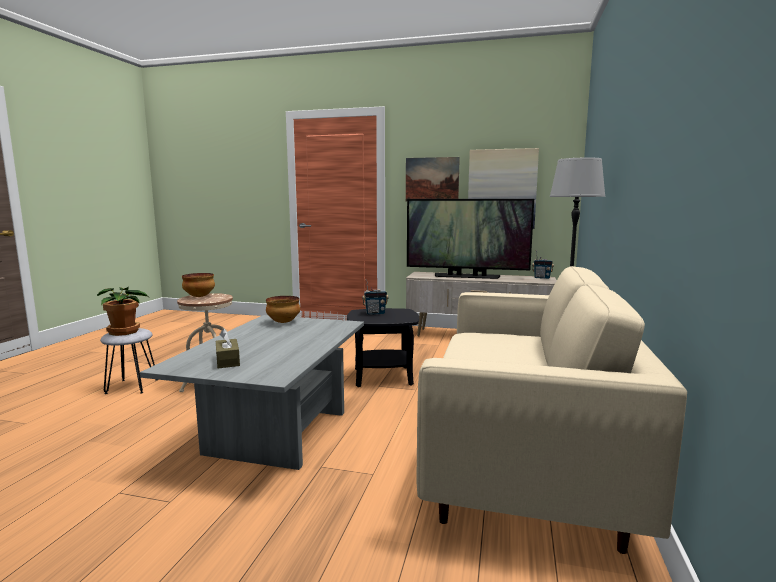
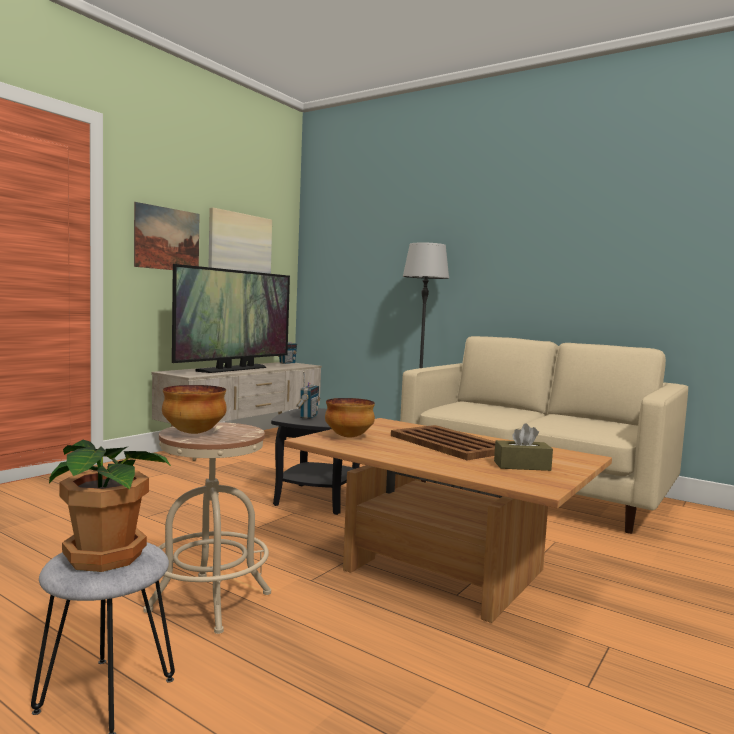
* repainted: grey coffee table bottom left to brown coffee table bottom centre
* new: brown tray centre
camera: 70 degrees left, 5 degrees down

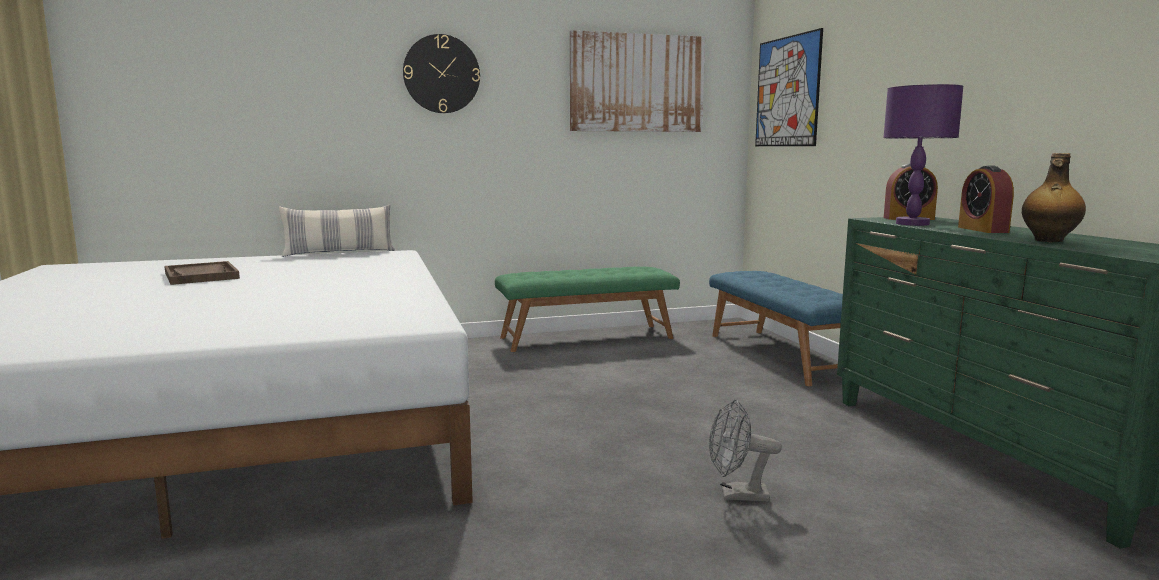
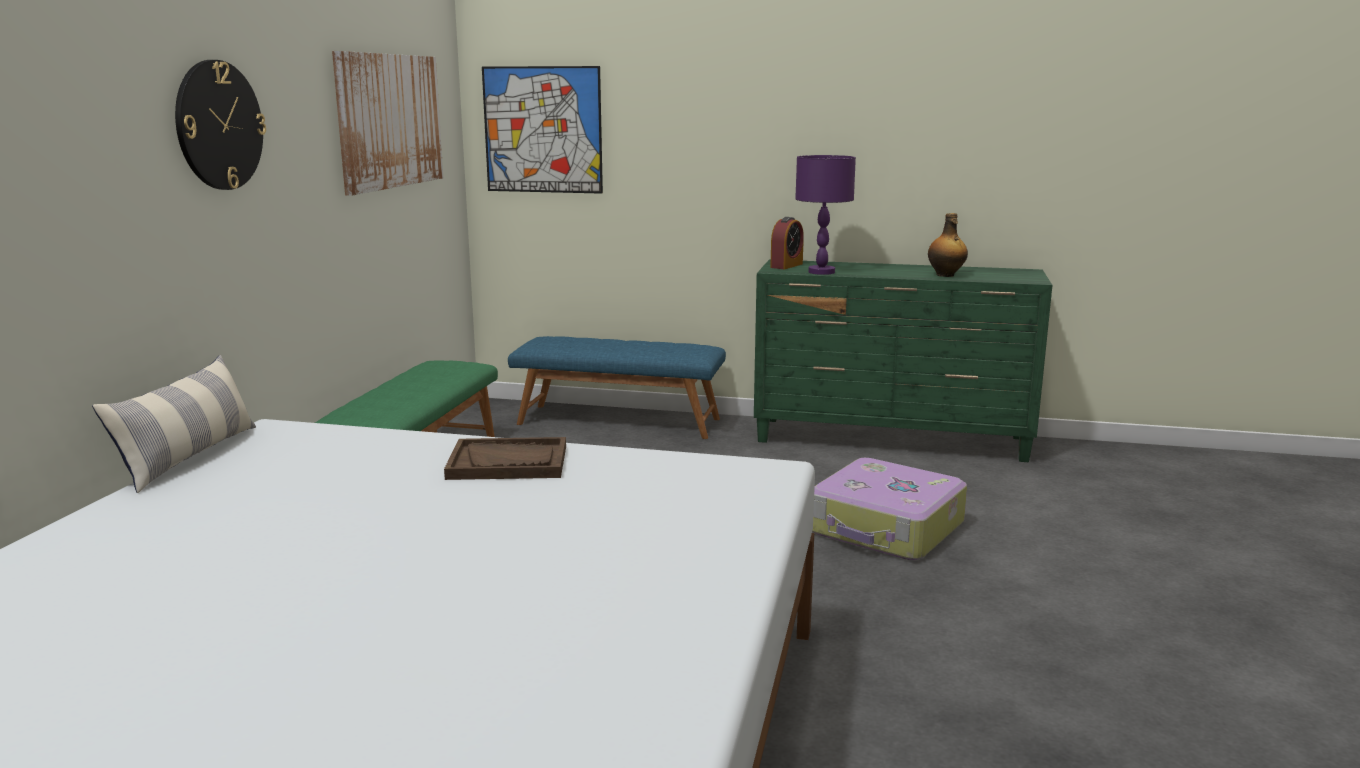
* gone: alarm clock (no. 2 from left) middle right
* shifted: brown tray middle left to centre
* swapped: grey fan bottom centre to suitcase centre
camera: 60 degrees left, 5 degrees up

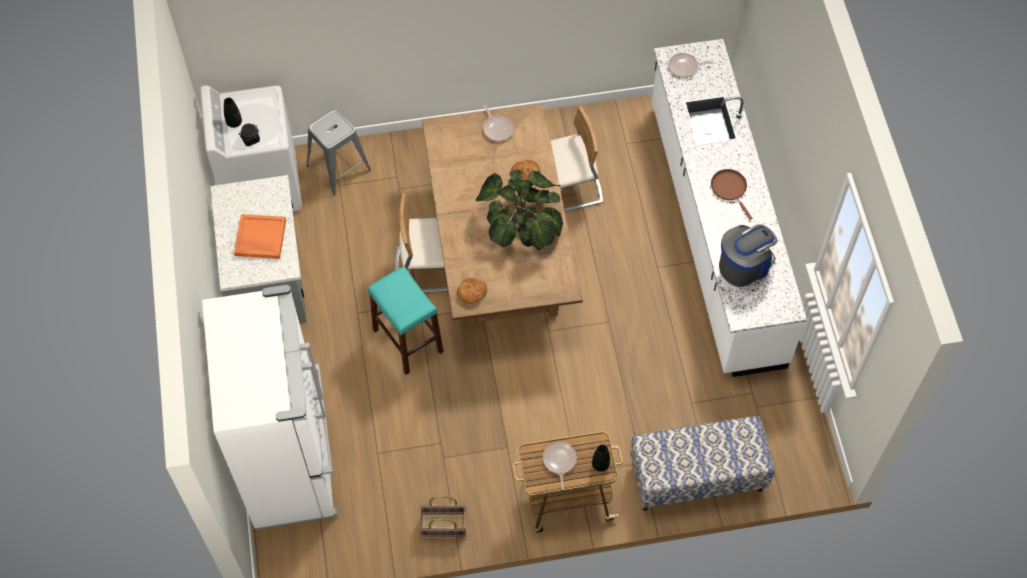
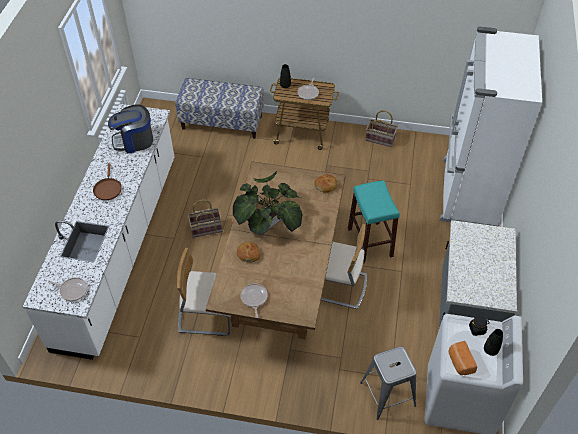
* gone: orange tray middle left
* new: basket (no. 1 from left) centre
* new: bread (no. 3 from left) bottom right
camera: 160 degrees left, 10 degrees down

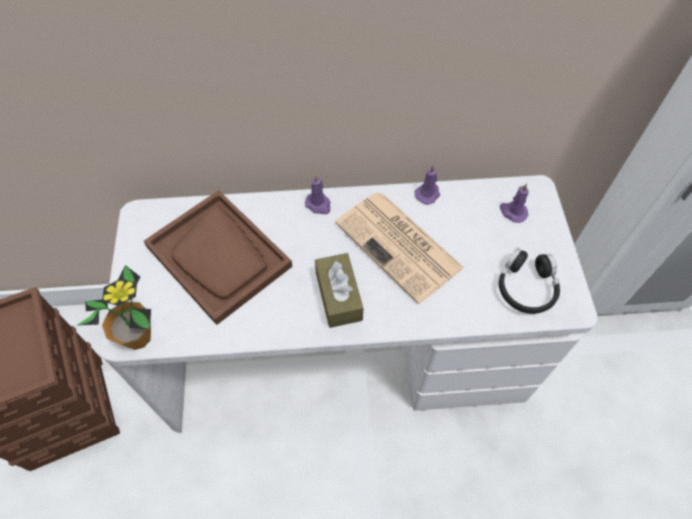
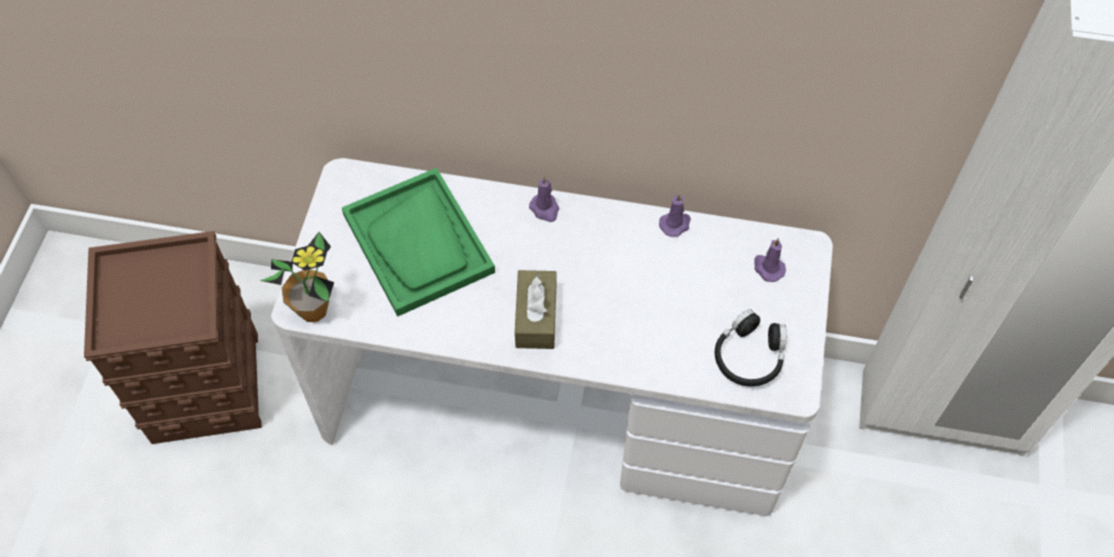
* repainted: brown tray middle left to green tray centre
* gone: newspaper centre
camera: 15 degrees right, 0 degrees up

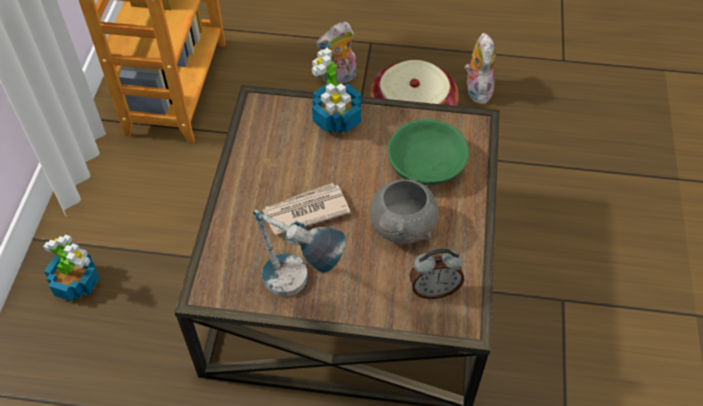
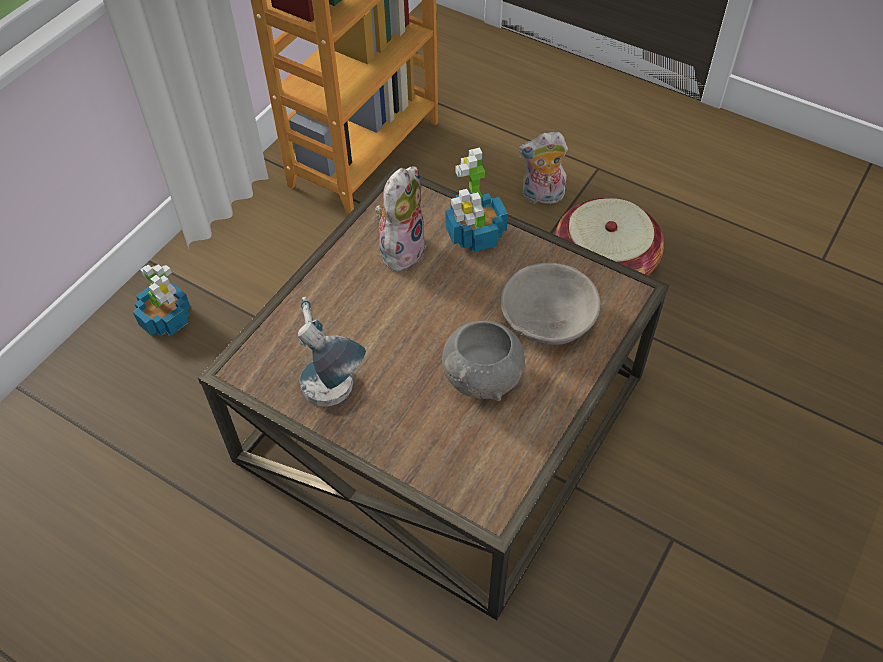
* shifted: plush toy (no. 2 from left in the first image) top right to plush toy (no. 1 from left) top centre
* repainted: green bowl centre to grey bowl (no. 2 from left) centre
* gone: newspaper centre
* gone: alarm clock bottom centre
camera: 25 degrees right, 0 degrees up

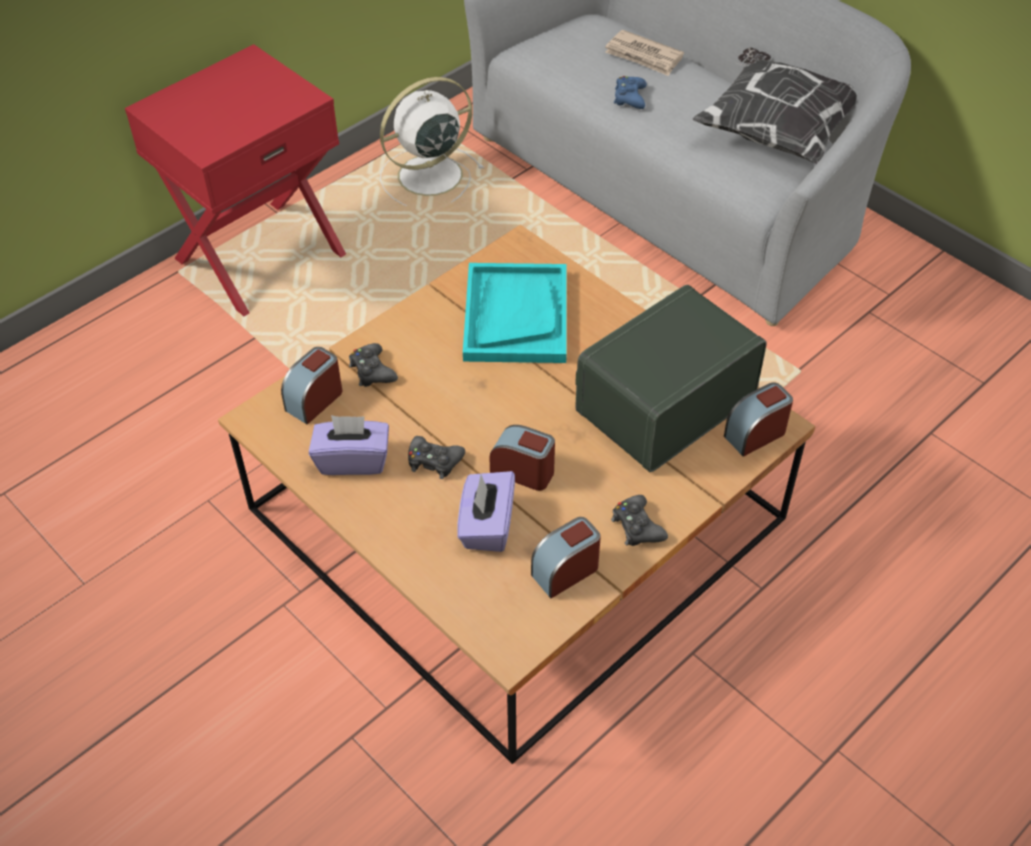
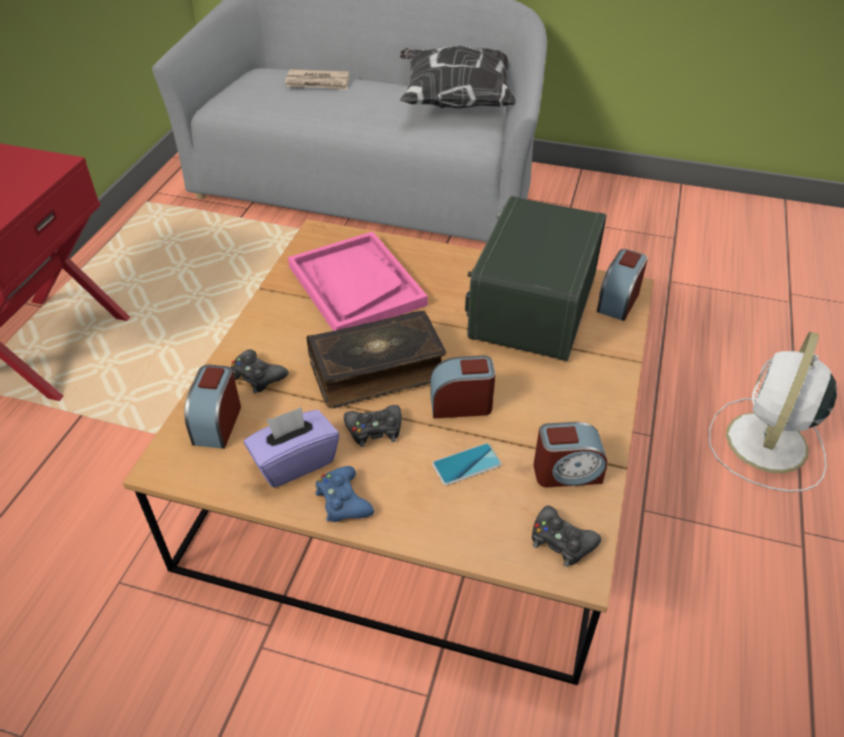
* shifted: blue game controller top centre to bottom centre
* shifted: white fan top centre to middle right
* repainted: turquoise tray centre to pink tray centre
* swapped: purple tissue box (no. 2 from left) centre to phone centre
* shifted: black game controller (no. 3 from left) centre to bottom right
* rotated: alarm clock (no. 3 from left) centre = middle right 120 degrees counterclockwise
* new: book centre
camera: 30 degrees left, 5 degrees down

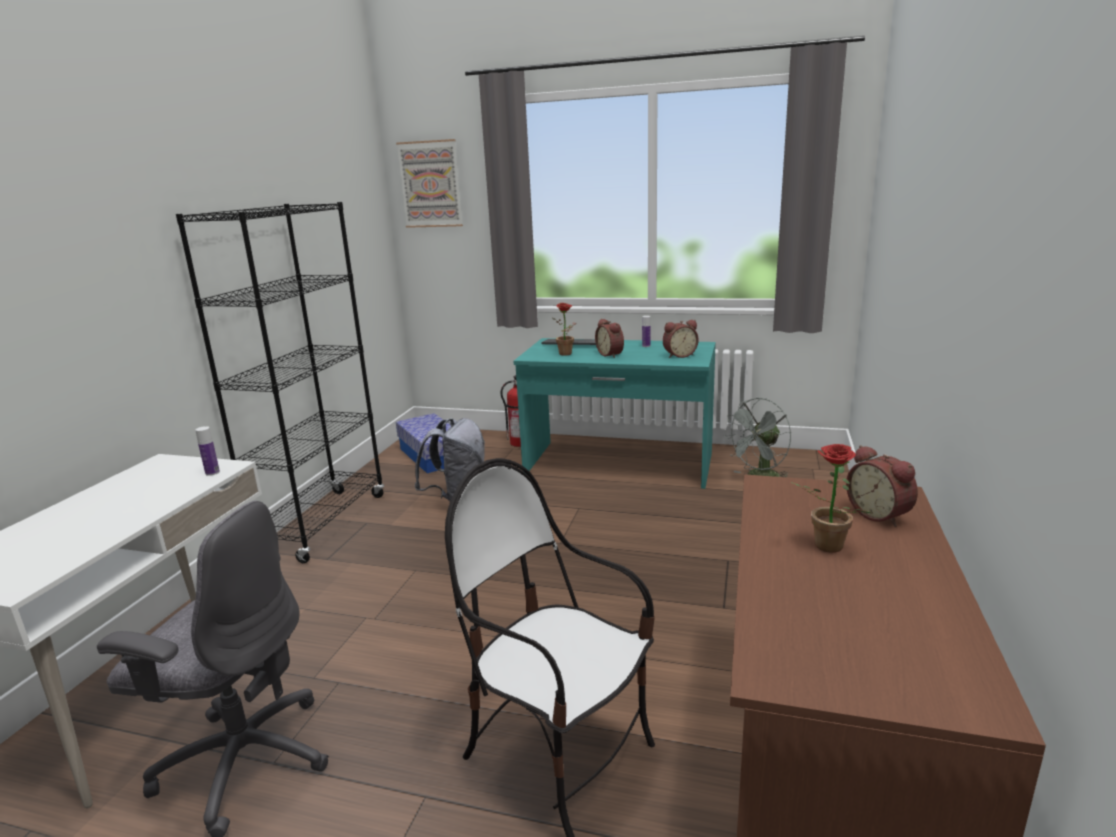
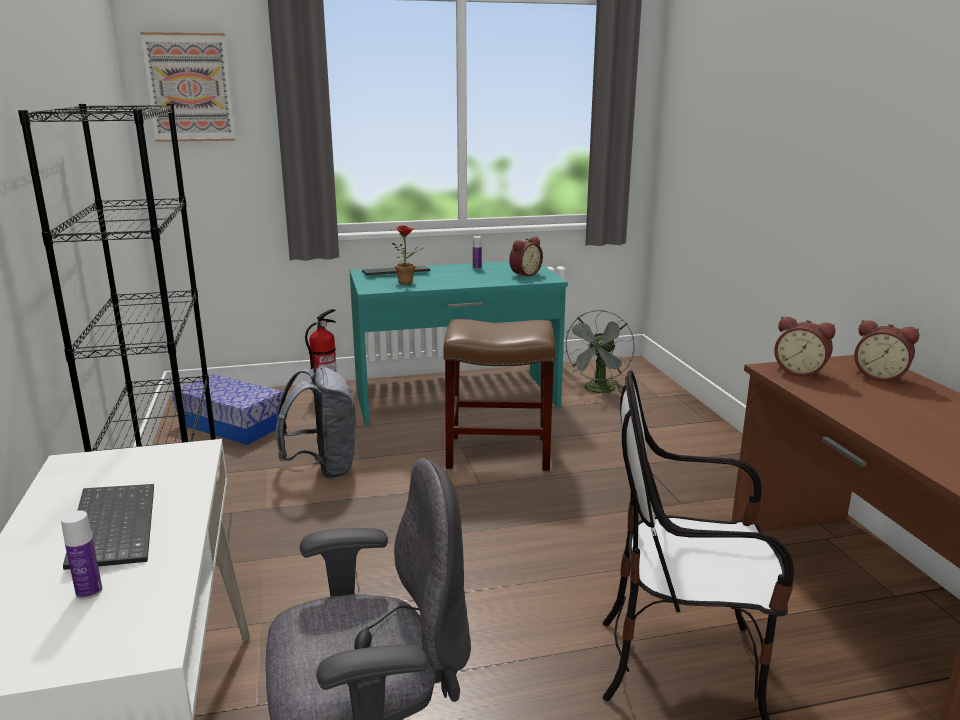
* shifted: alarm clock (no. 1 from left in the first image) centre to alarm clock (no. 2 from left) middle right
* shifted: bottle (no. 1 from left) middle left to bottom left
* gone: potted plant (no. 2 from left) middle right
* new: brown stool centre
* new: keyboard (no. 1 from left) bottom left
camera: 30 degrees left, 0 degrees up

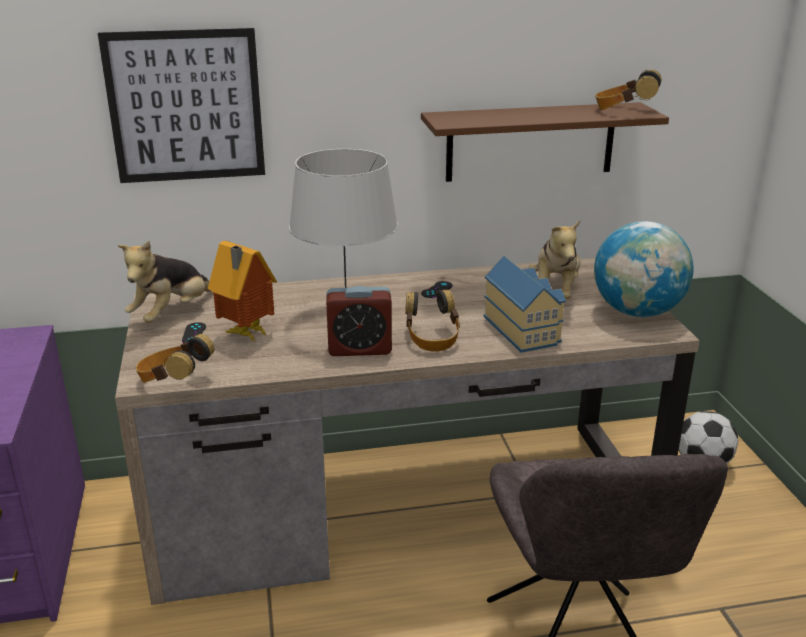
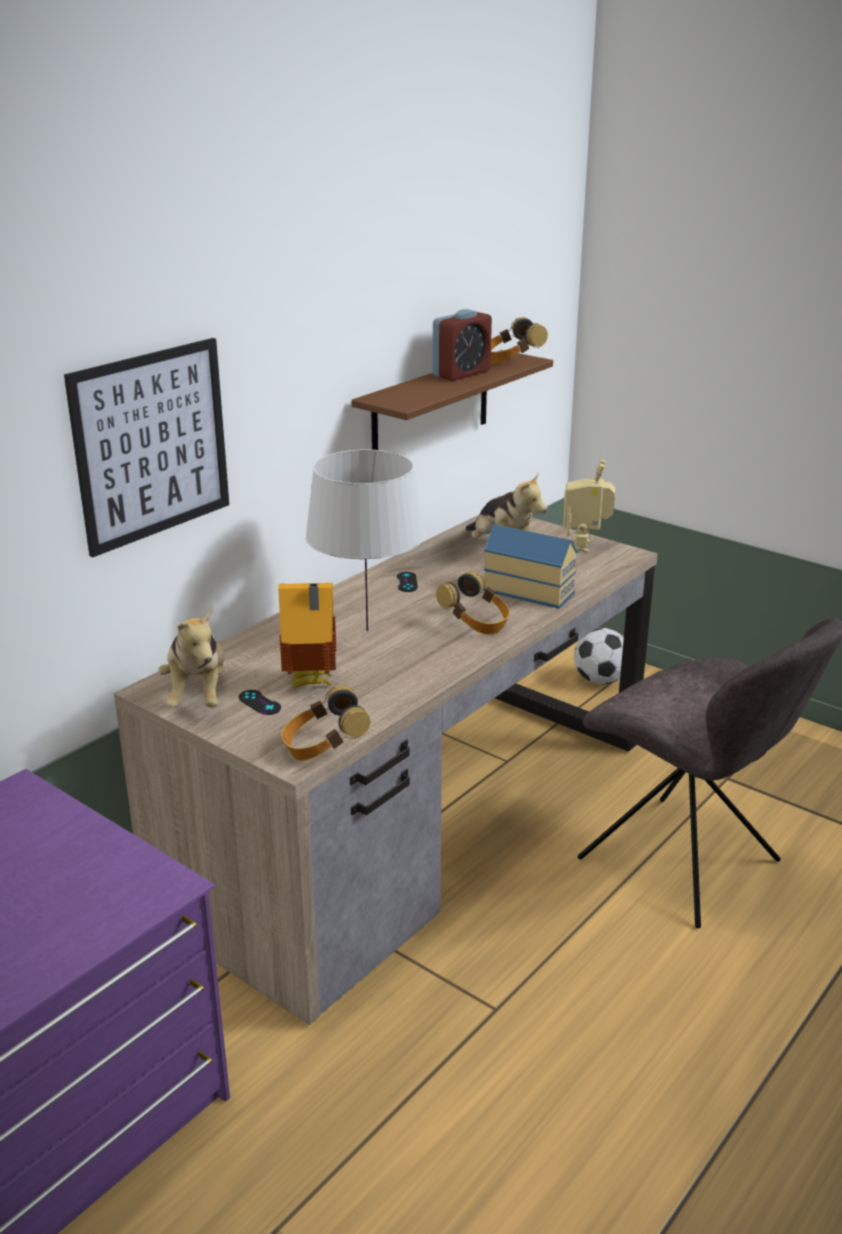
* swapped: globe middle right to toy robot middle right
* shifted: alarm clock centre to top centre
camera: 40 degrees left, 0 degrees up

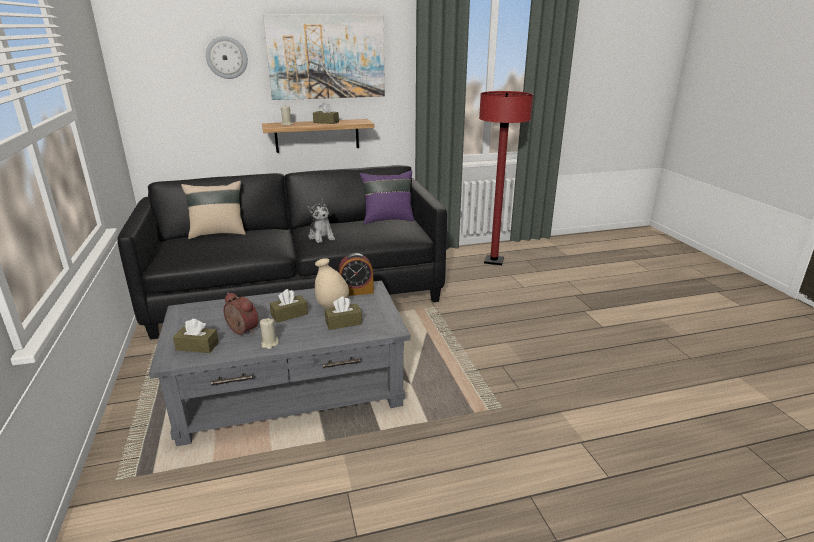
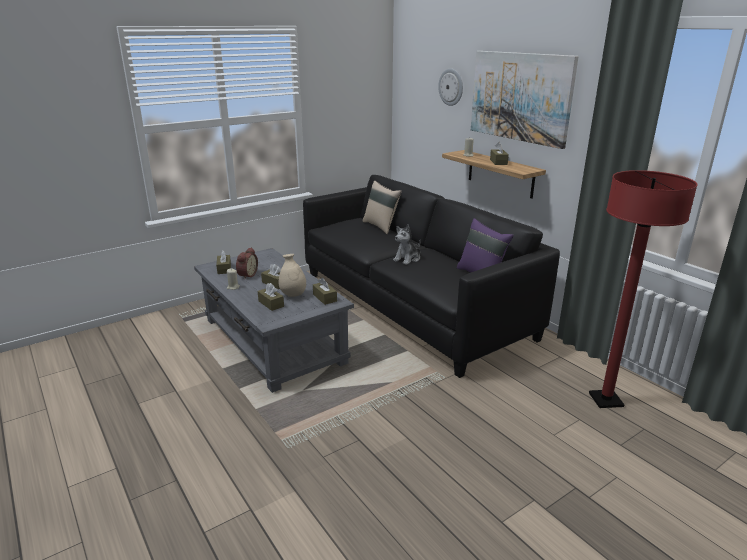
* swapped: alarm clock (no. 2 from left) centre to brown tissue box (no. 4 from left) centre
camera: 70 degrees right, 0 degrees up

